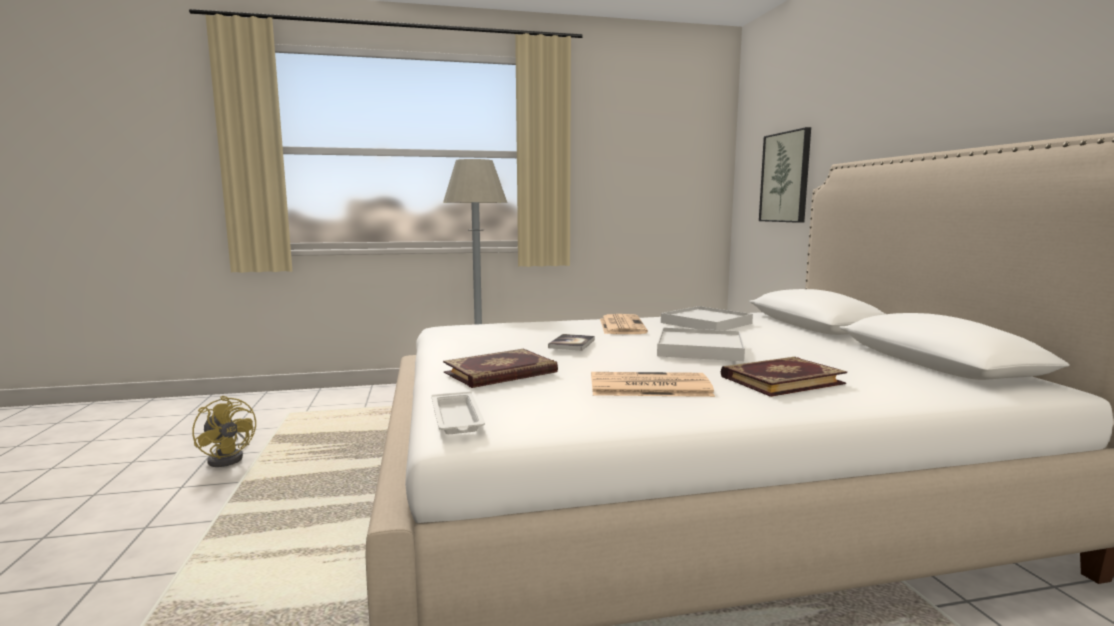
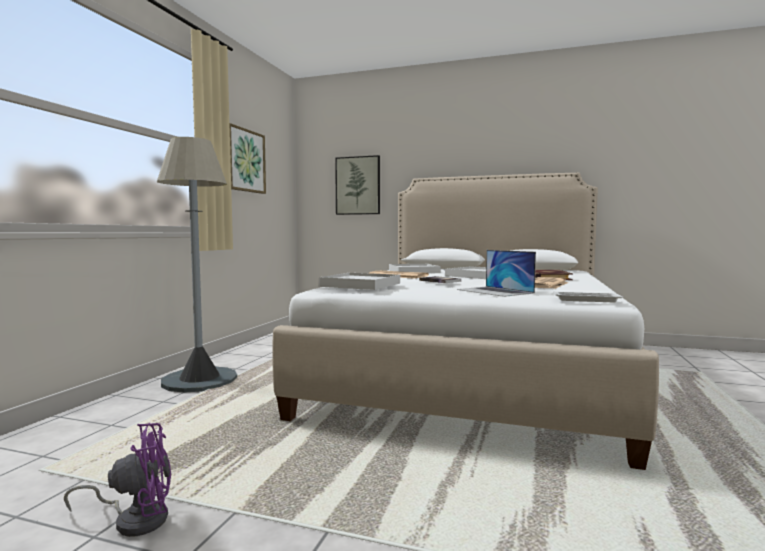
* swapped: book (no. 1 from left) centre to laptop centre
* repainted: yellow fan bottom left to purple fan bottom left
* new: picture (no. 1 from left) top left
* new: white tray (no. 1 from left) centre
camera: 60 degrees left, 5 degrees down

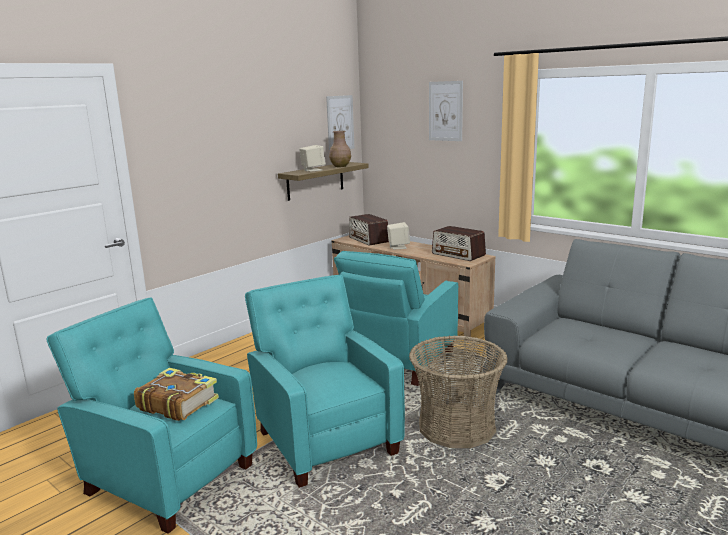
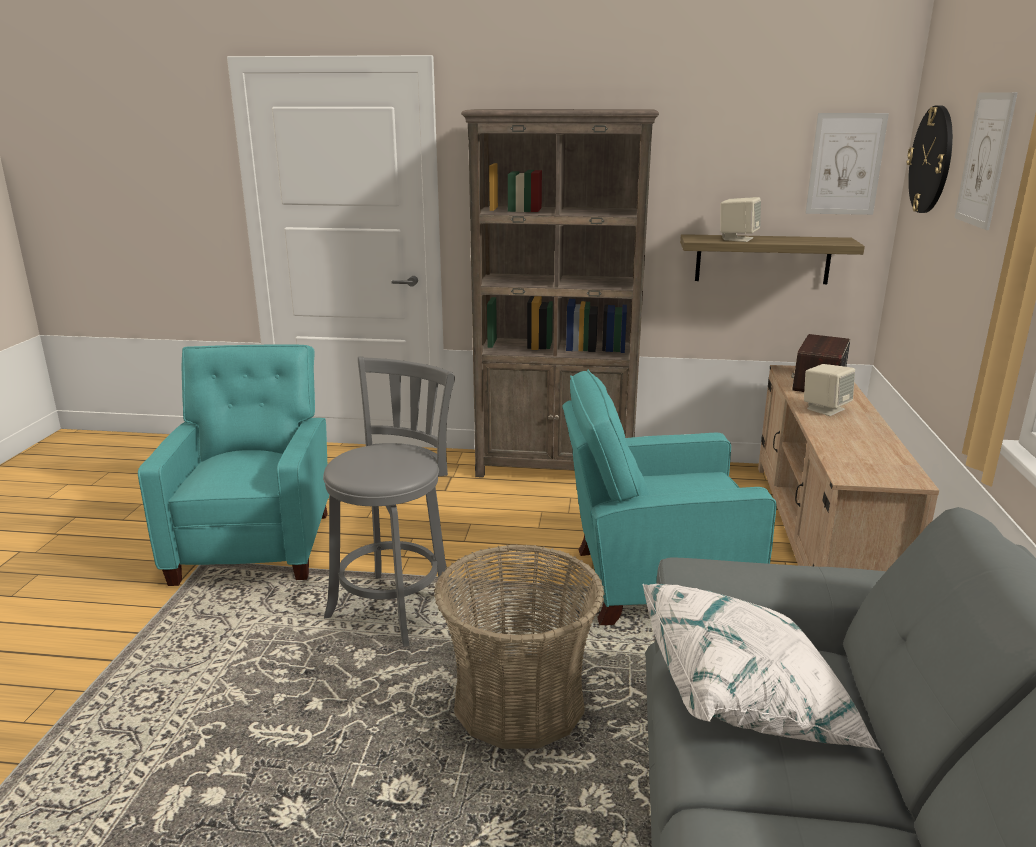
* gone: brown vase top centre
* gone: radio (no. 2 from left) centre
* swapped: turquoise armchair (no. 2 from left) bottom centre to grey stool centre
* gone: book bottom left
* new: wall clock top right
* new: brown bookcase centre
* new: white pillow bottom right
camera: 55 degrees right, 5 degrees up

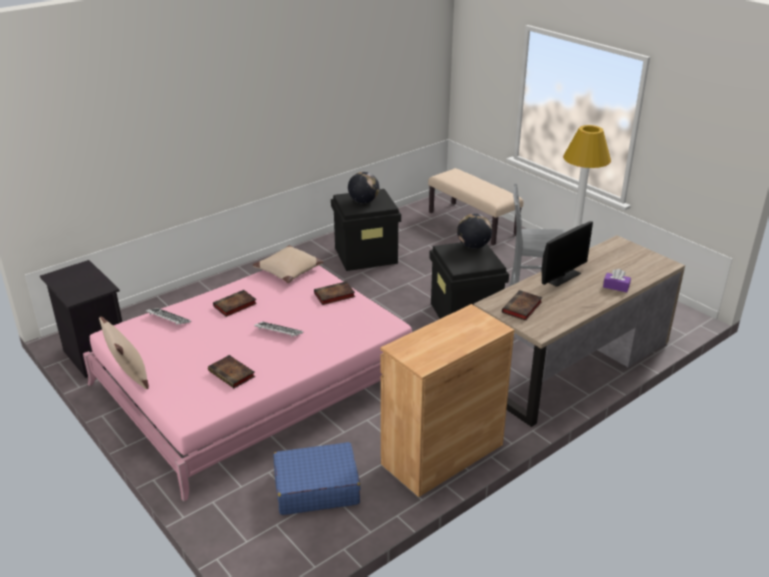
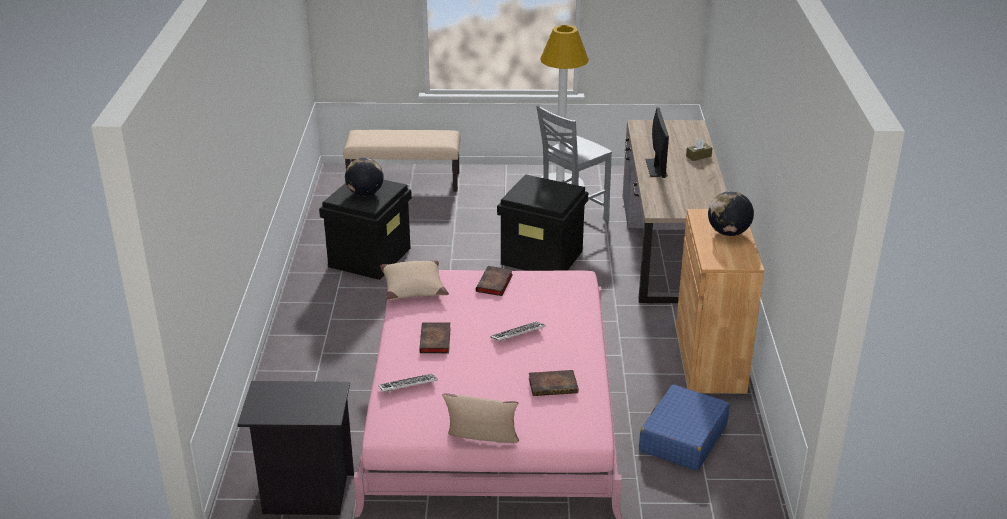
* shifted: globe (no. 2 from left) centre to middle right
* repainted: purple tissue box middle right to brown tissue box top right
* gone: book (no. 4 from left) middle right
camera: 50 degrees left, 0 degrees up

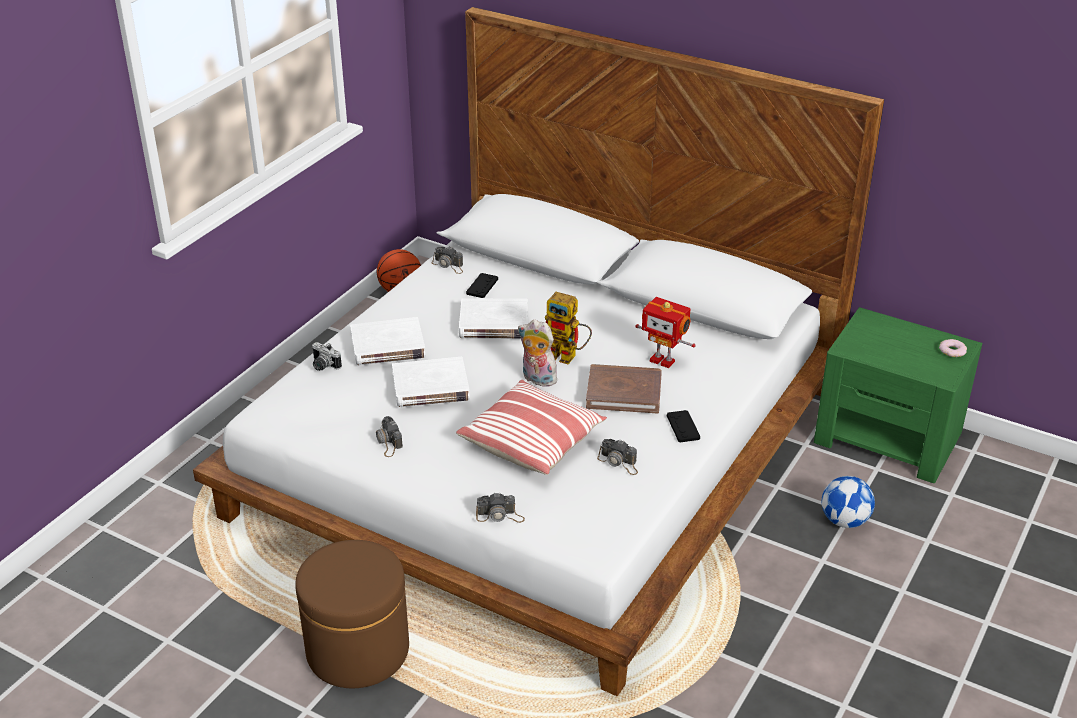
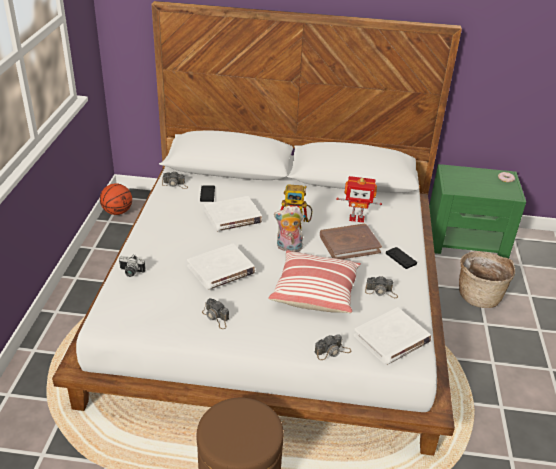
* shifted: white book (no. 1 from left in the first image) centre to white book (no. 3 from left) bottom right
* swapped: football bottom right to basket middle right
camera: 25 degrees left, 0 degrees up

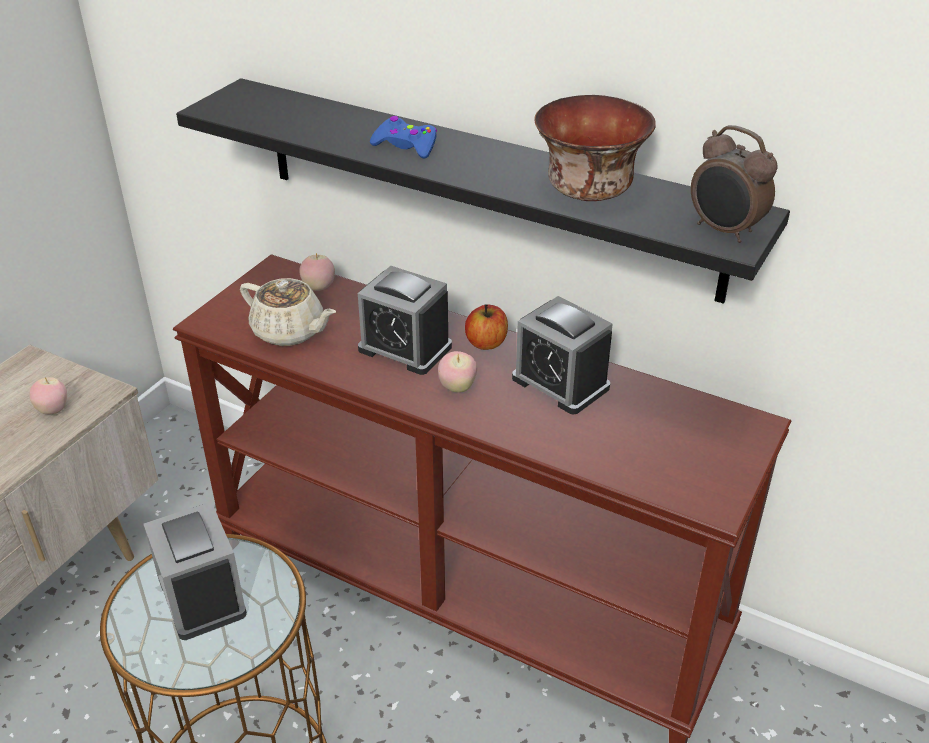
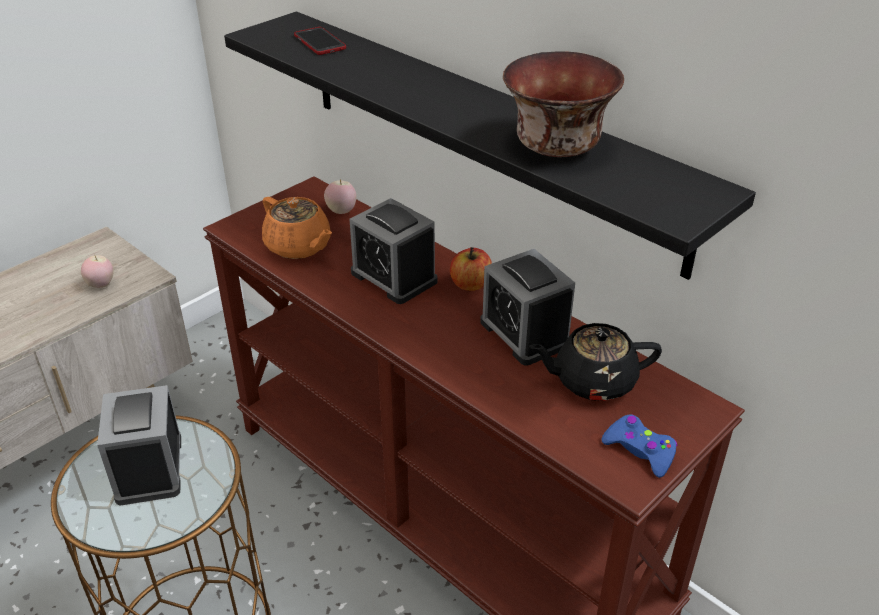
* shifted: blue game controller top centre to bottom right
* gone: alarm clock (no. 4 from left) top right
* repainted: beige teapot middle left to orange teapot centre
* gone: apple (no. 3 from left) centre
* new: phone top centre
* new: black teapot middle right
camera: 15 degrees right, 0 degrees up

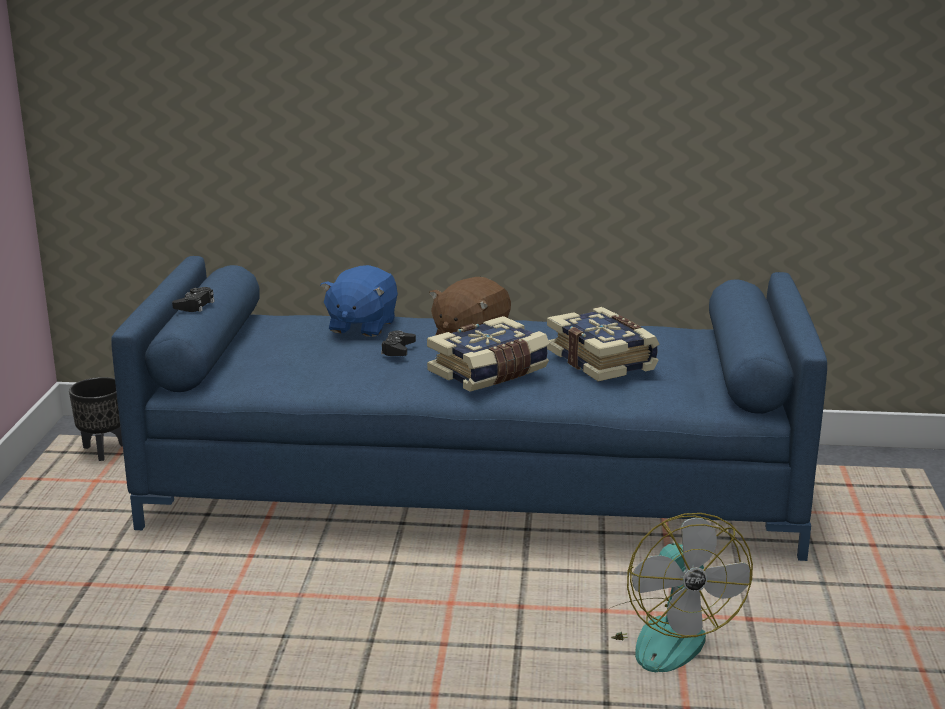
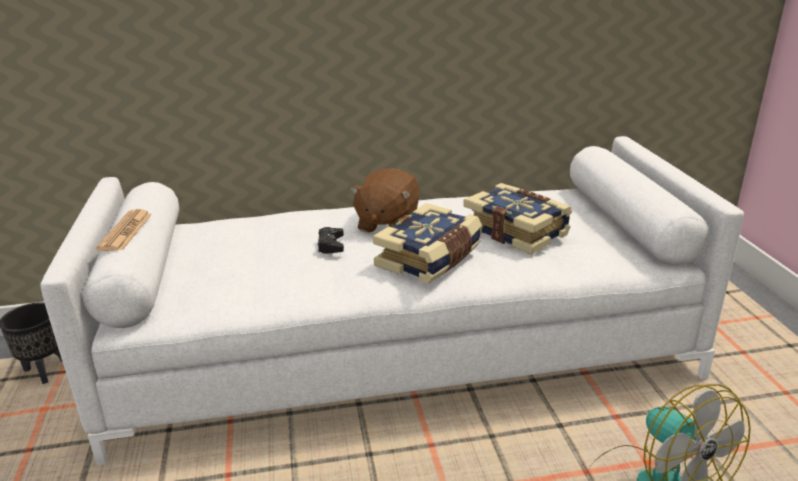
* repainted: blue sofa centre to white sofa centre
* gone: blue plush toy centre
* swapped: black game controller (no. 1 from left) middle left to newspaper middle left
camera: 15 degrees left, 5 degrees up

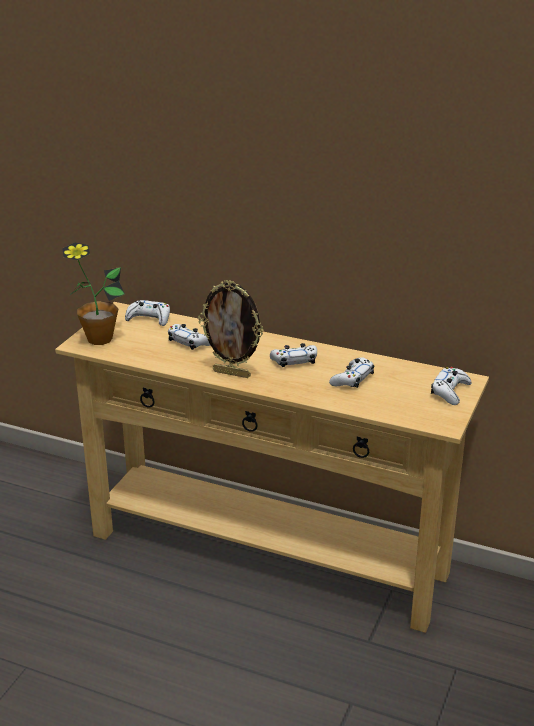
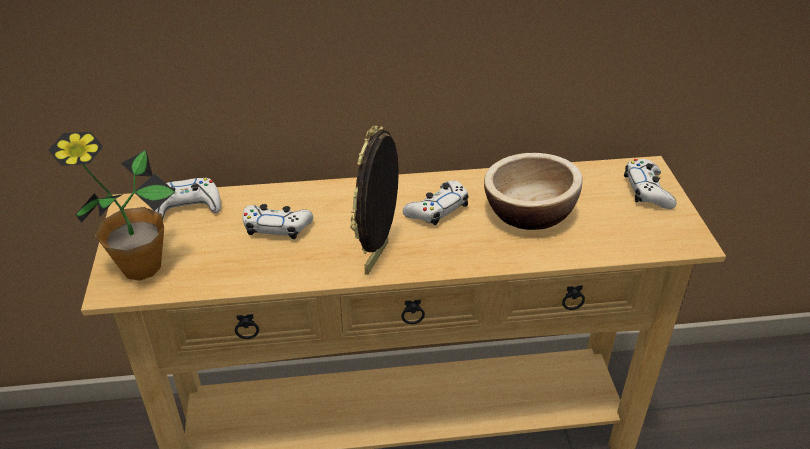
* rotated: picture frame centre = centre 120 degrees clockwise
* swapped: white game controller (no. 4 from left) centre to bowl centre
camera: 30 degrees left, 10 degrees up

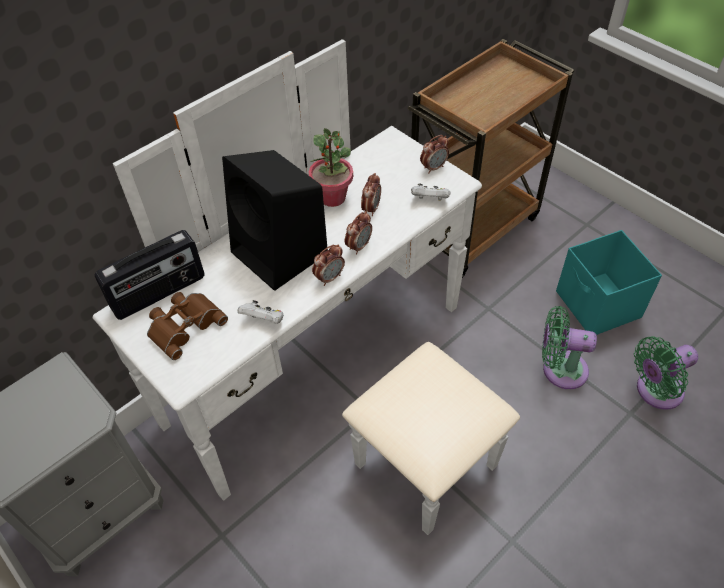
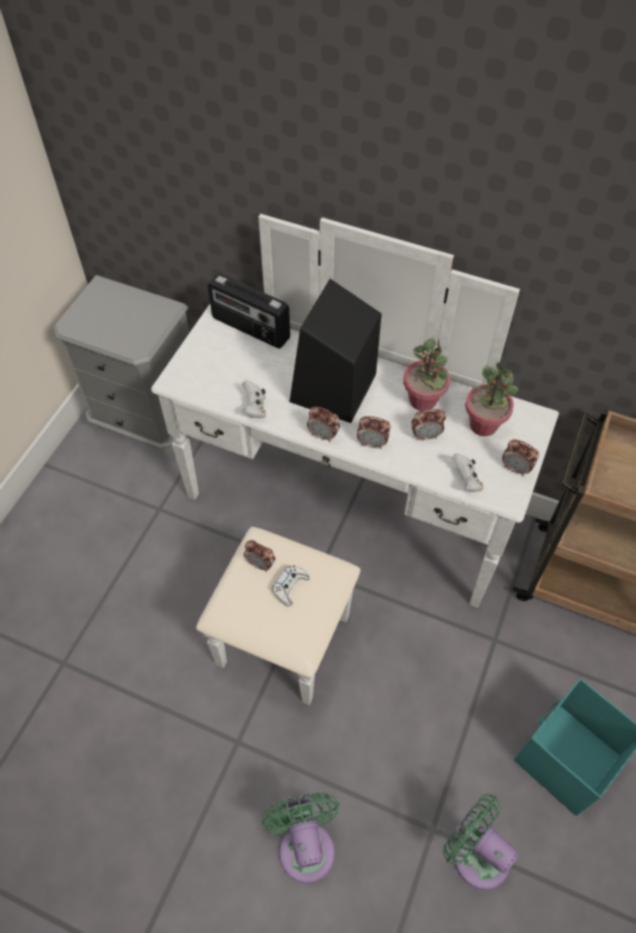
* gone: brown binoculars middle left
* shifted: green fan (no. 1 from left) middle right to bottom centre
* new: potted plant (no. 2 from left) middle right
* new: alarm clock (no. 1 from left) centre
* new: white game controller (no. 2 from left) centre
camera: 65 degrees right, 5 degrees up

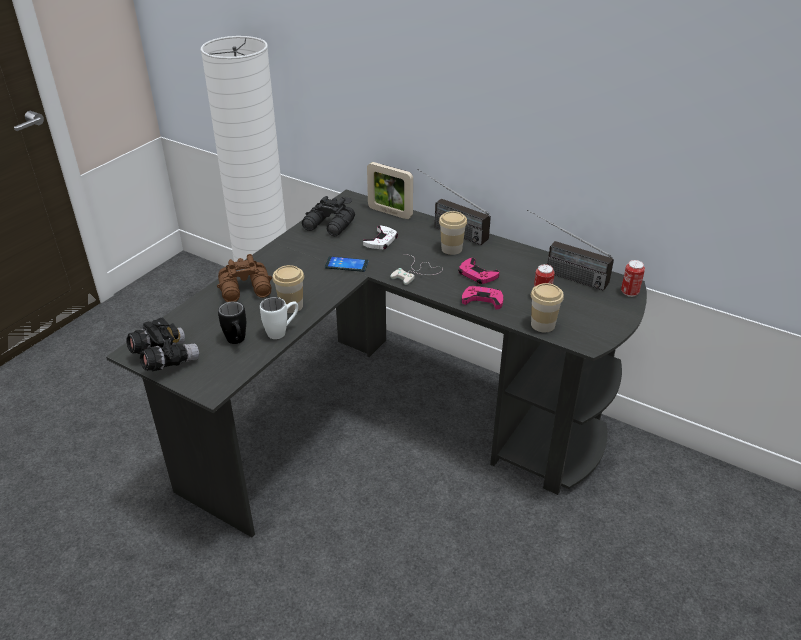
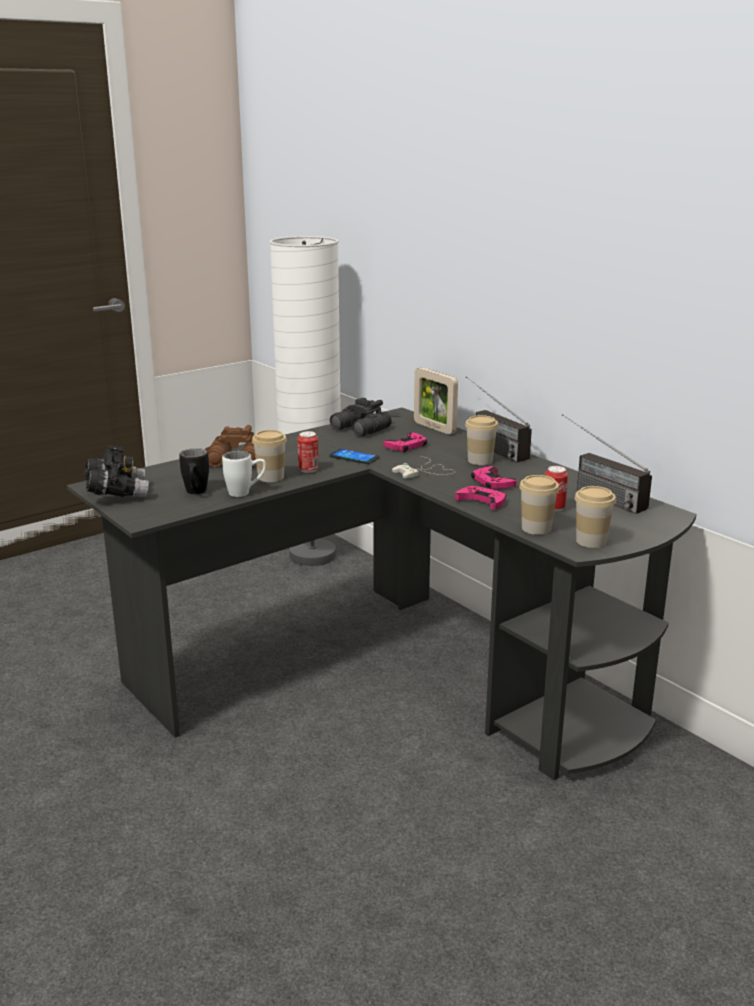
* repainted: white game controller (no. 1 from left) centre to pink game controller (no. 1 from left) centre
* shifted: can (no. 2 from left in the first image) middle right to can (no. 1 from left) centre
* new: cup (no. 4 from left) middle right
camera: 20 degrees right, 15 degrees down

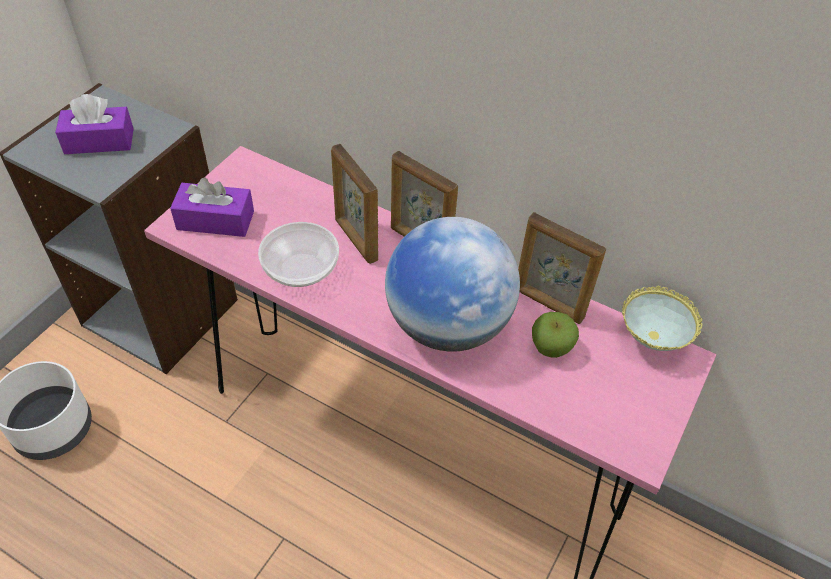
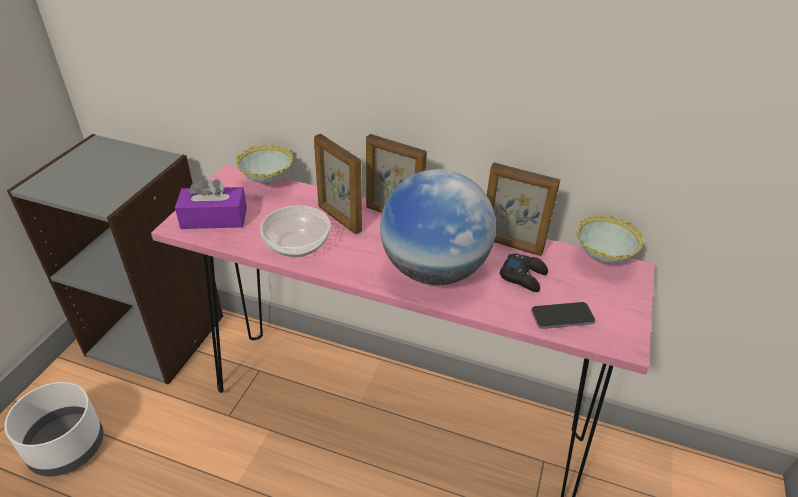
* gone: purple tissue box (no. 1 from left) top left
* swapped: apple middle right to black game controller centre
* new: bowl (no. 1 from left) top left
* new: phone middle right
camera: 10 degrees left, 10 degrees down

